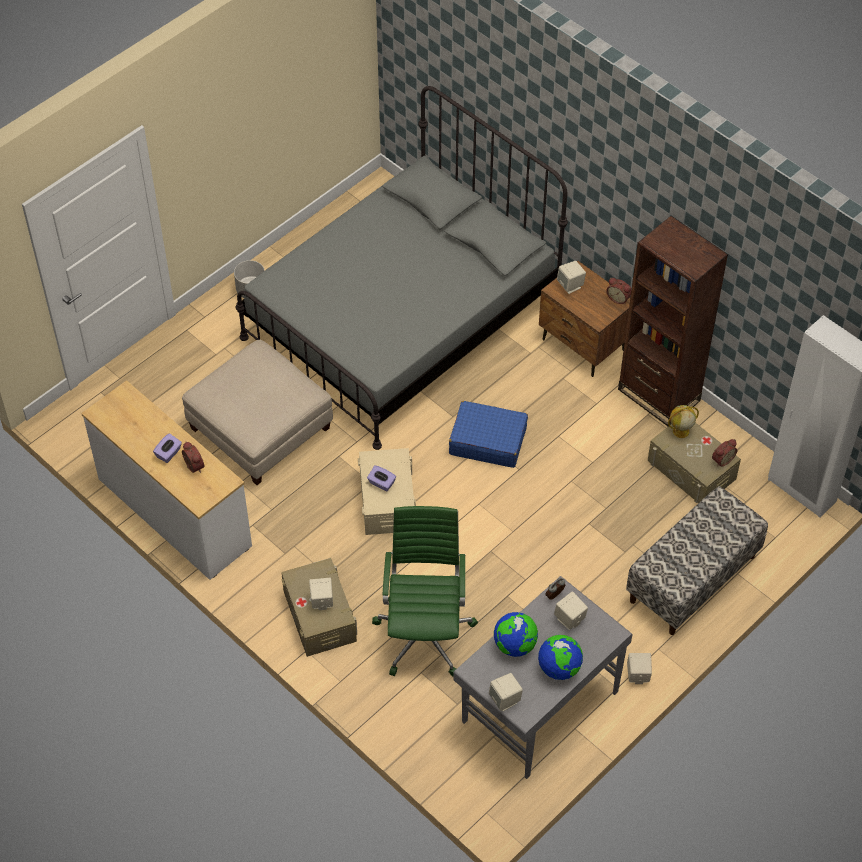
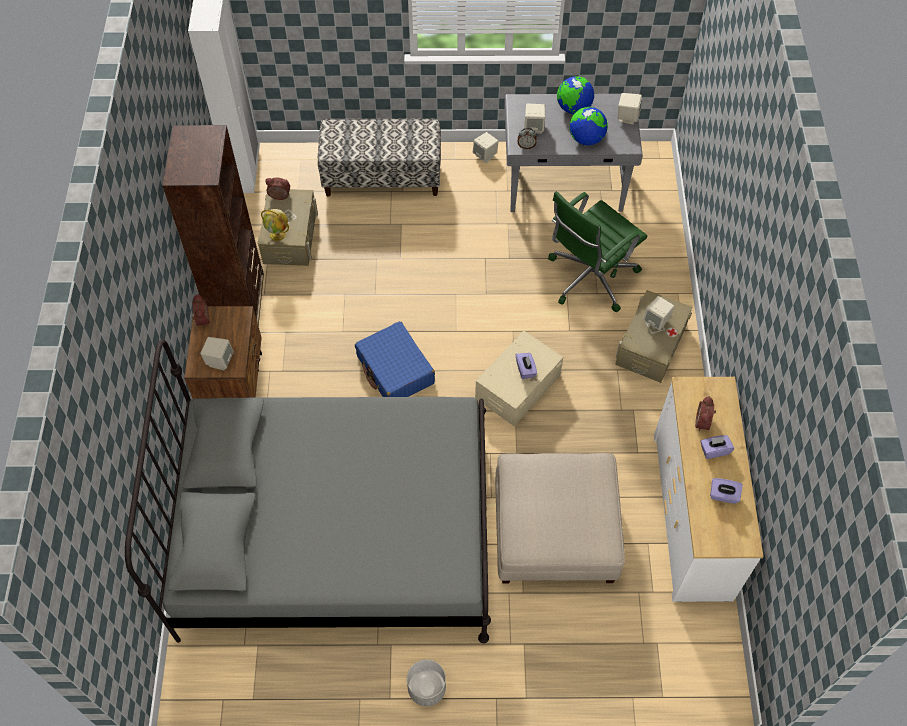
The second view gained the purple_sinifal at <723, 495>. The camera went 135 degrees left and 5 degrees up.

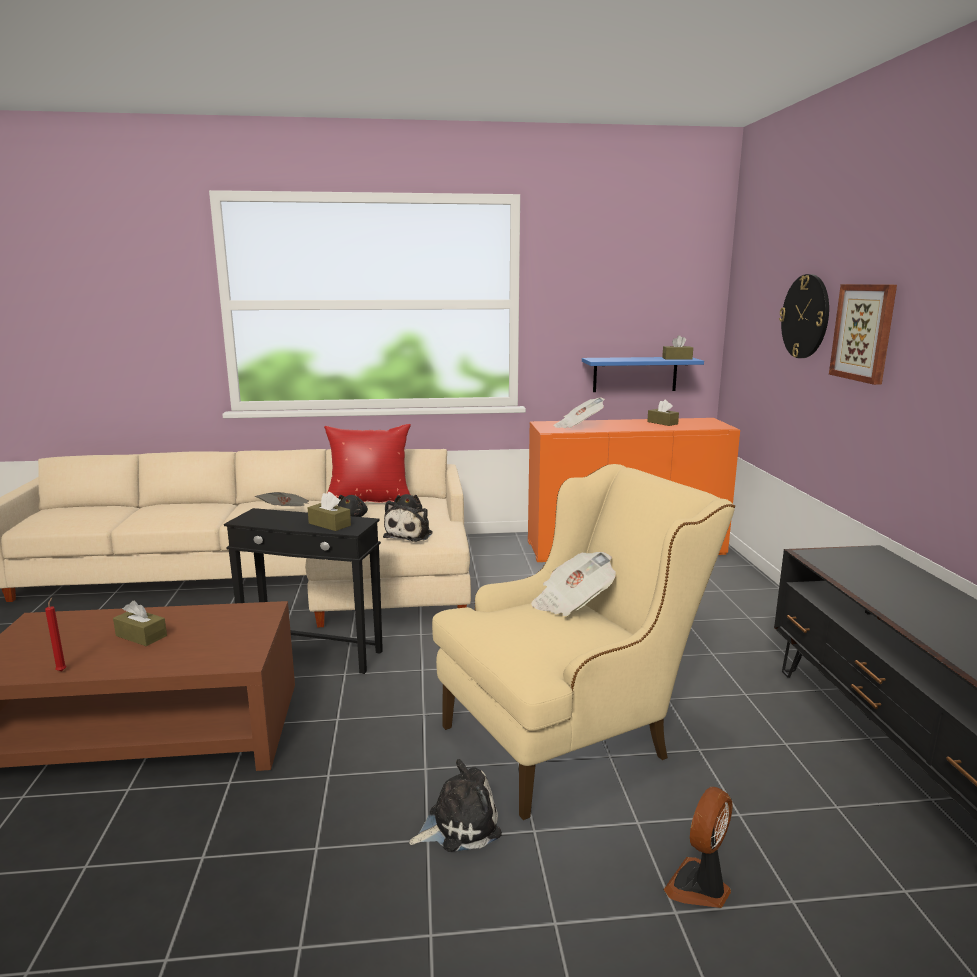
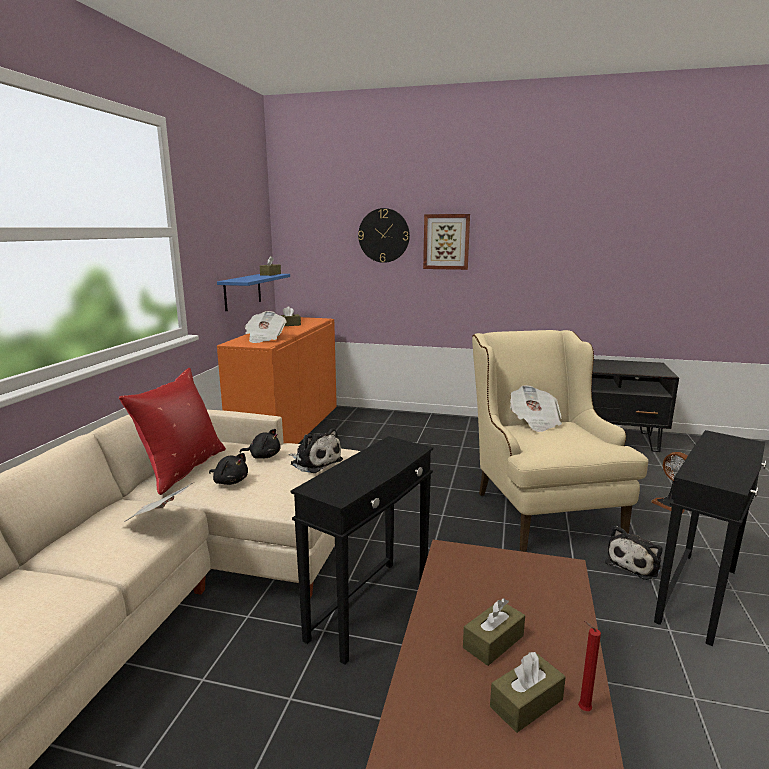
The brown_sinifal ended up elsewhere, having gone from <329, 524> to <526, 703>. The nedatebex at <459, 824> ended up facing another way, 135 degrees counterclockwise from before. The second view gained the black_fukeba at <698, 595>. The camera went 70 degrees left and 0 degrees up.

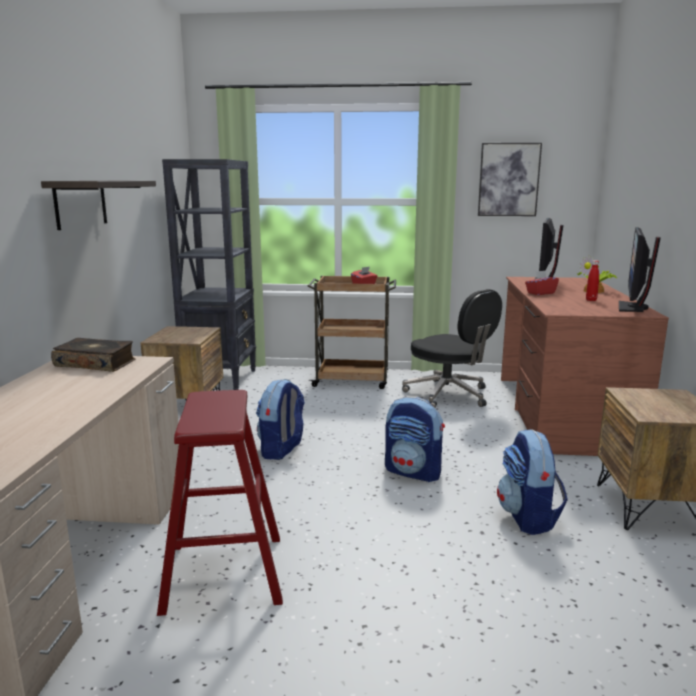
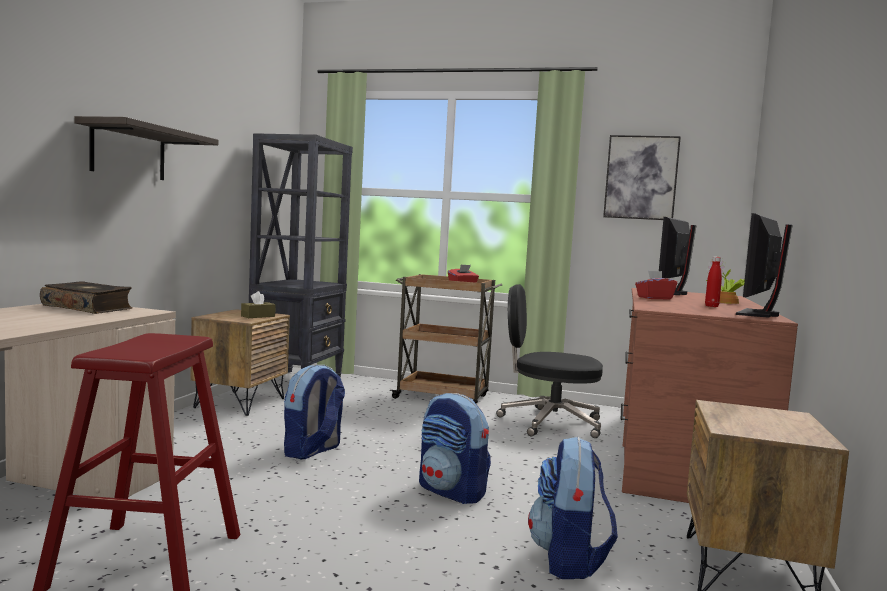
The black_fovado at <449, 395> ended up facing another way, 135 degrees clockwise from before. The second view gained the brown_sinifal at <258, 316>. The camera went 10 degrees right and 10 degrees down.

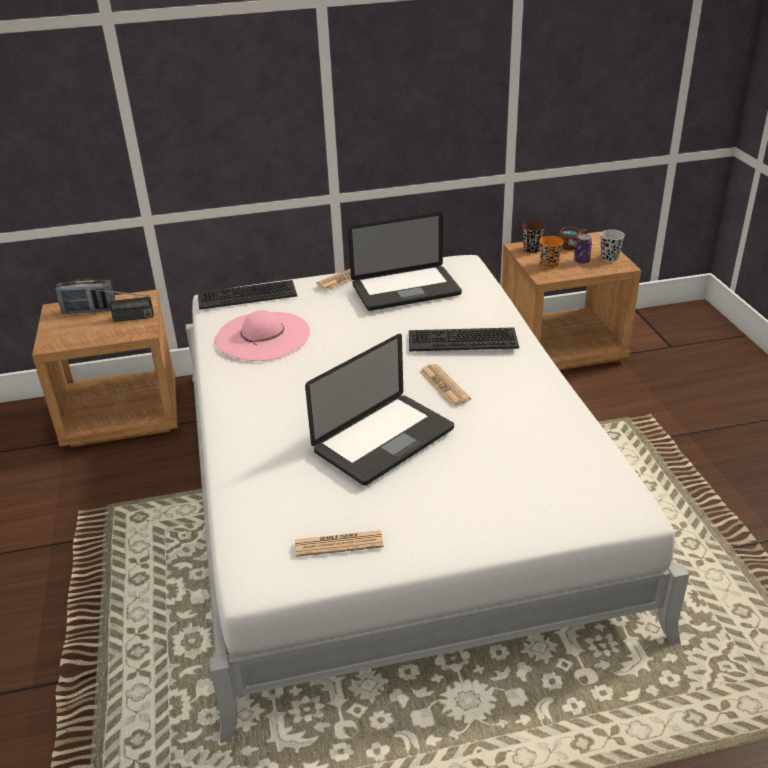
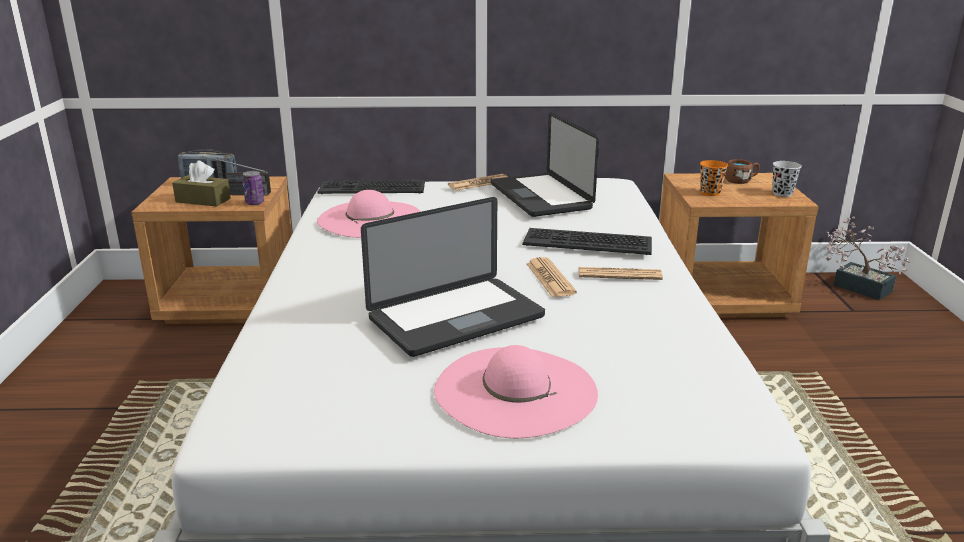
The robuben at <406, 290> ended up facing another way, 75 degrees clockwise from before. The second view lost the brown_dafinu at <532, 249>. The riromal ended up elsewhere, having gone from <581, 261> to <254, 203>. The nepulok ended up elsewhere, having gone from <339, 544> to <619, 274>. The second view gained the brown_sinifal at <203, 200>. The second view gained the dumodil at <856, 286>. The second view gained the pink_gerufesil at <515, 390>. The camera went 10 degrees right and 10 degrees down.

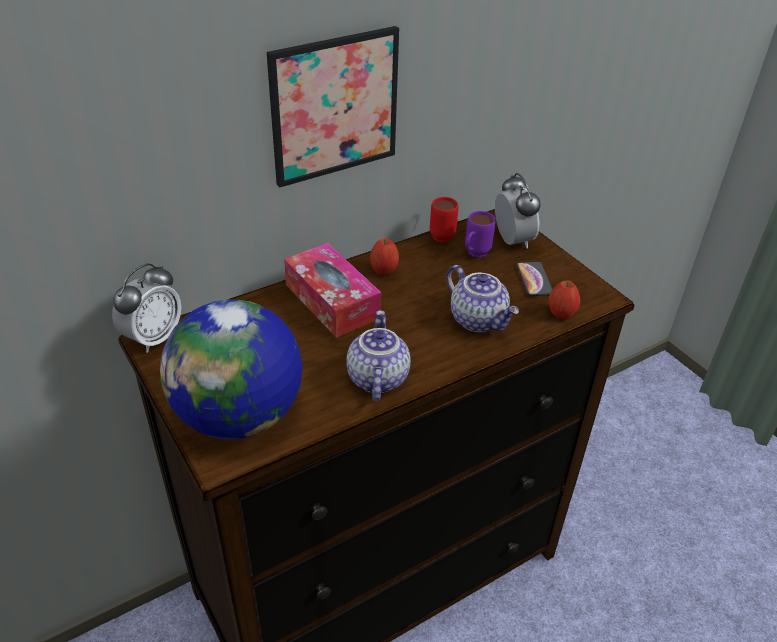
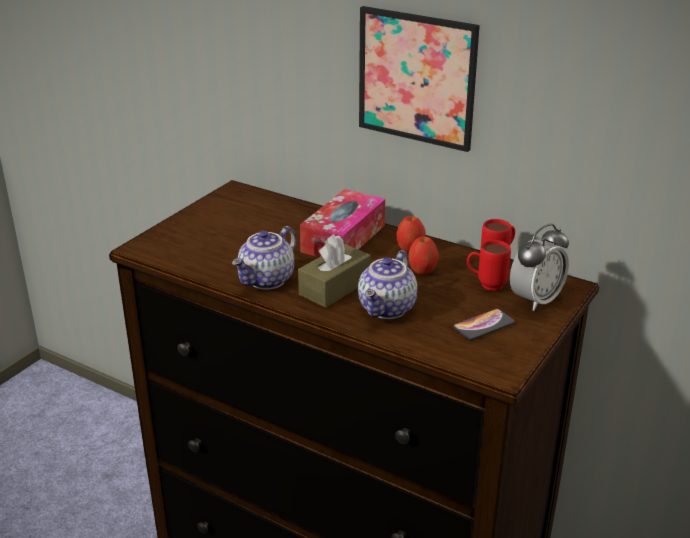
What was the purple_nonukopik at <474, 255> turned into the red_nonukopik at <486, 285>. The second view lost the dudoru at <153, 338>. The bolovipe ended up elsewhere, having gone from <561, 313> to <422, 270>. The second view lost the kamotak at <239, 416>. The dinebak at <376, 378> ended up facing another way, 150 degrees clockwise from before. The second view gained the brown_sinifal at <335, 287>. The camera went 65 degrees right and 10 degrees down.

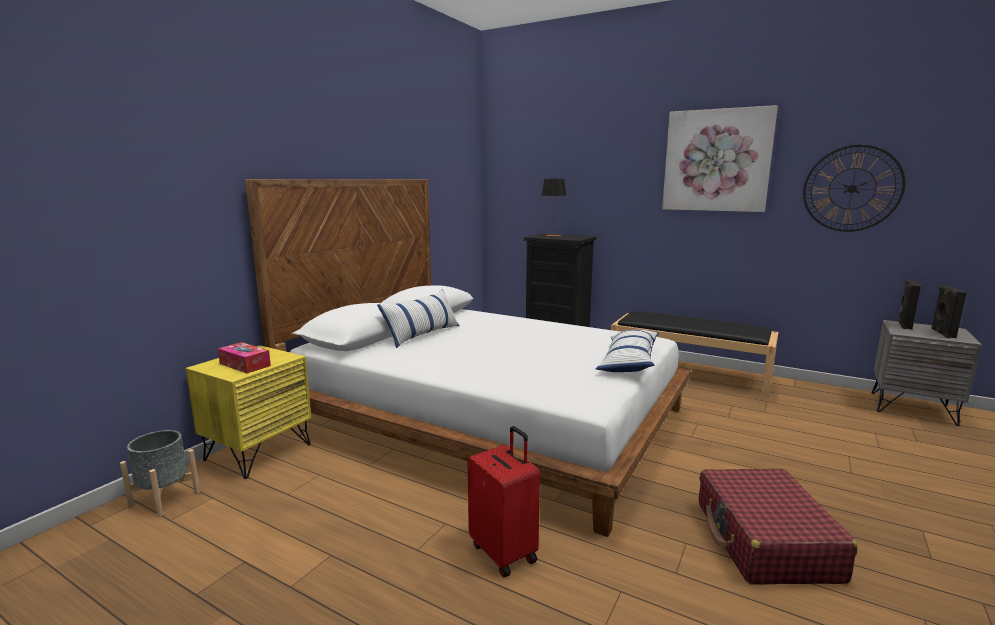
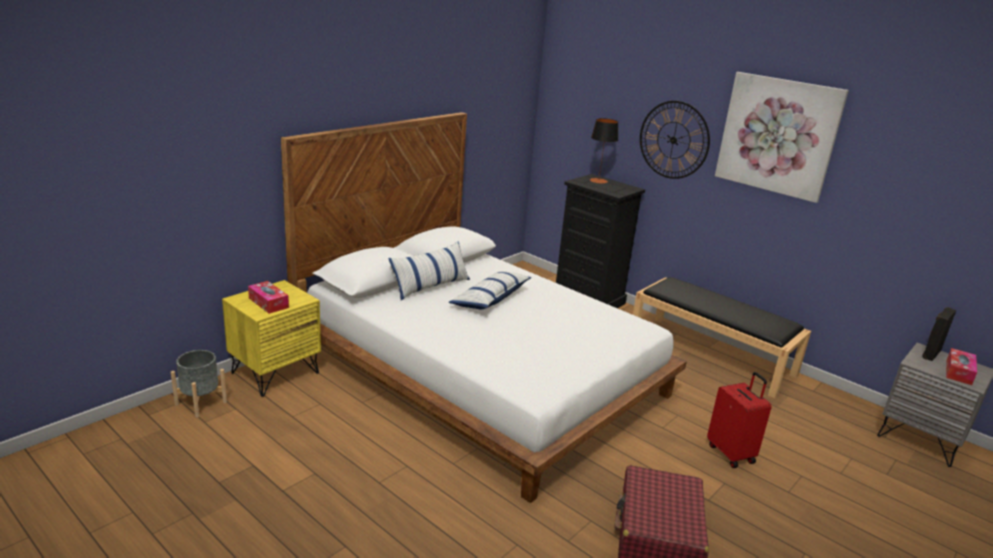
The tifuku ended up elsewhere, having gone from <852, 188> to <673, 140>. Where the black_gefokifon stood at <942, 333>, the sinifal came to stand at <958, 372>. The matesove ended up elsewhere, having gone from <629, 362> to <490, 299>. The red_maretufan ended up elsewhere, having gone from <504, 552> to <731, 453>. The camera went 10 degrees right and 10 degrees up.

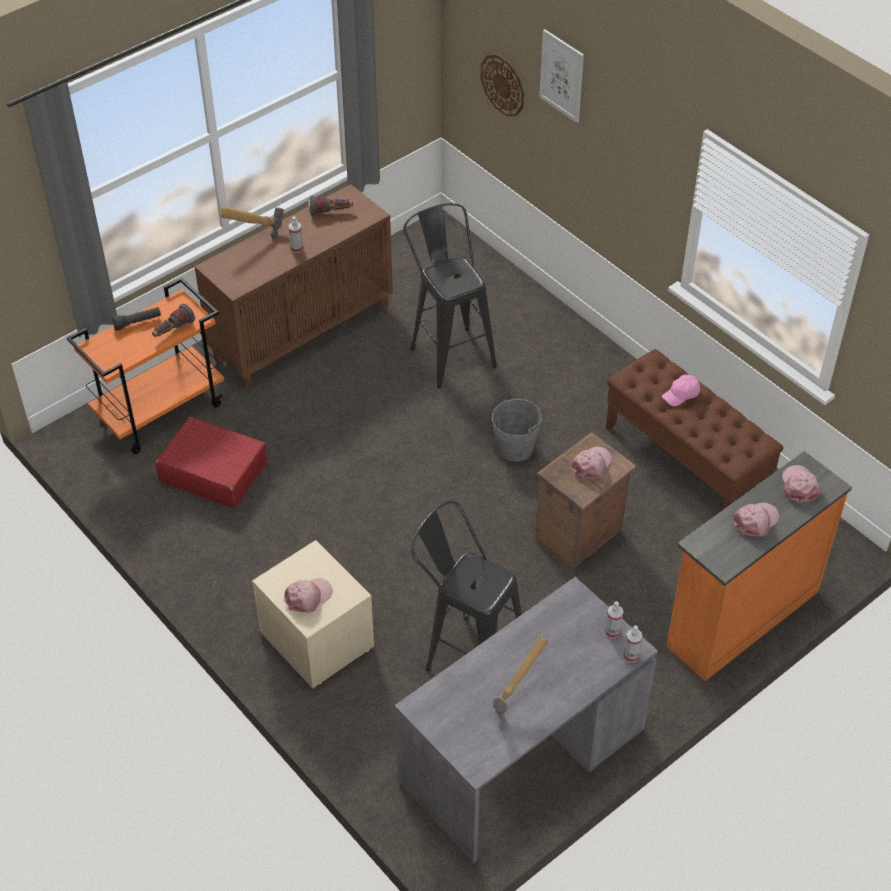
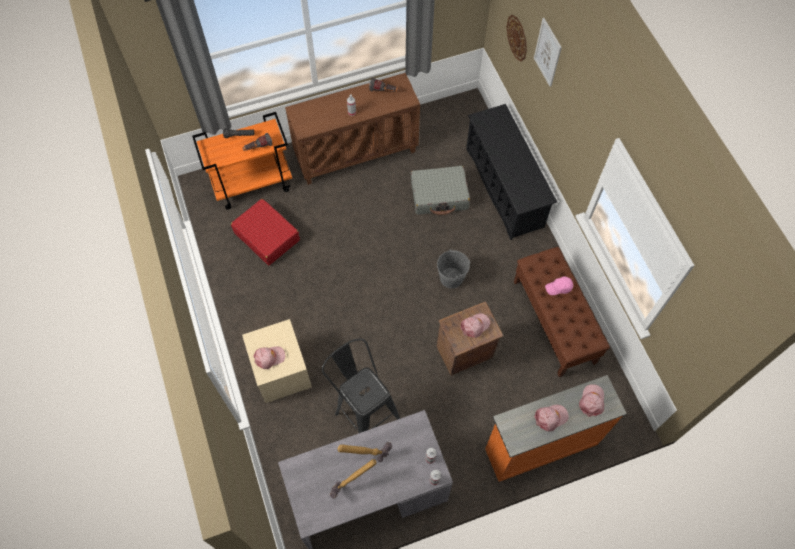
Where the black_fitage stood at <449, 351>, the grey_maretufan came to stand at <439, 195>. The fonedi ended up elsewhere, having gone from <255, 236> to <366, 453>. The second view gained the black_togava at <504, 187>. The camera went 20 degrees right and 15 degrees up.

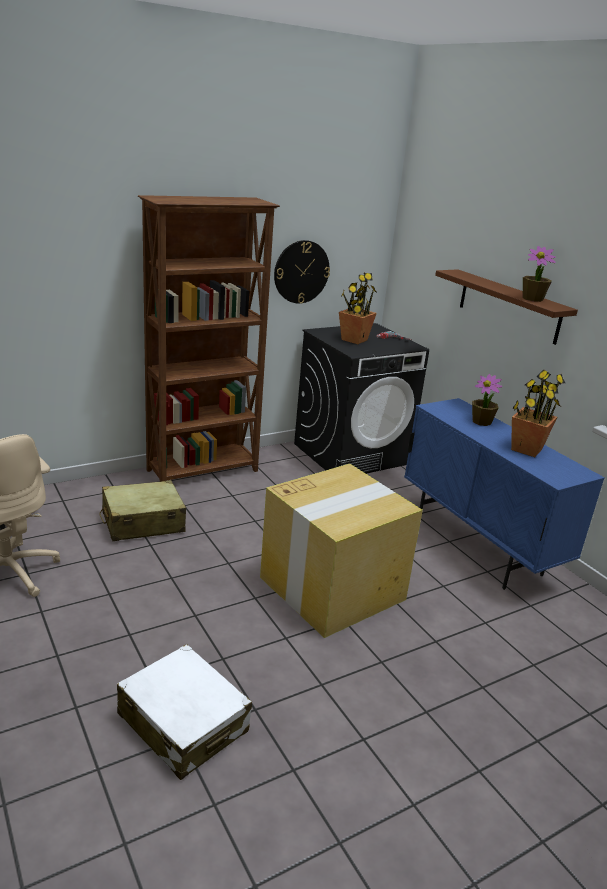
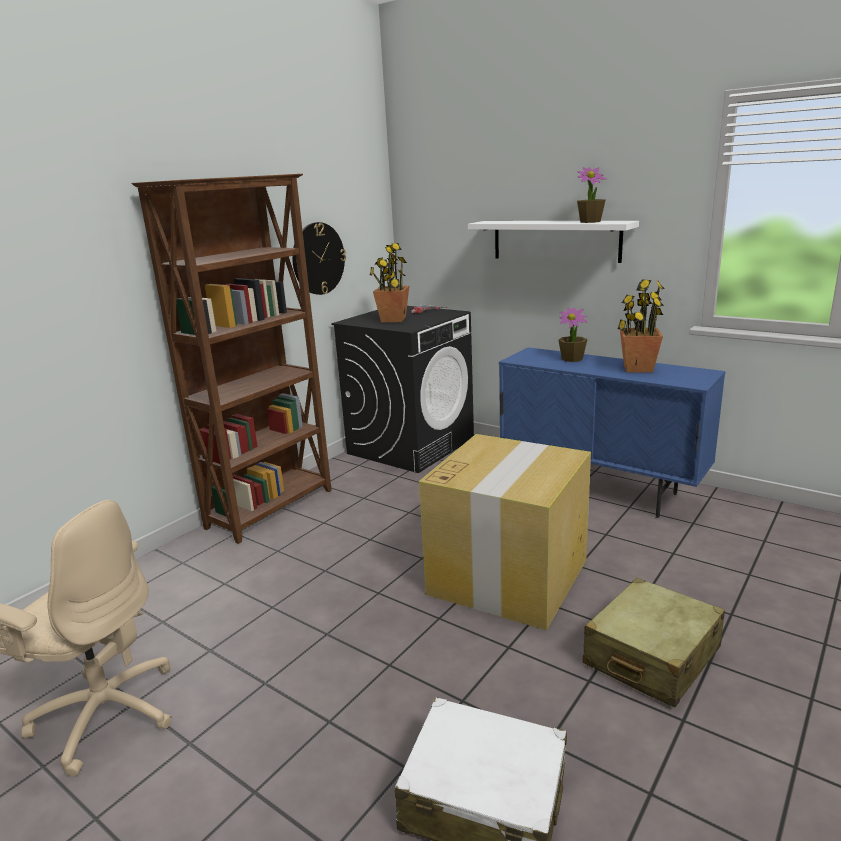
What was the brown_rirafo at <508, 306> turned into the white_rirafo at <555, 240>. The beige_maretufan ended up elsewhere, having gone from <142, 522> to <651, 656>. The camera went 20 degrees left and 5 degrees down.

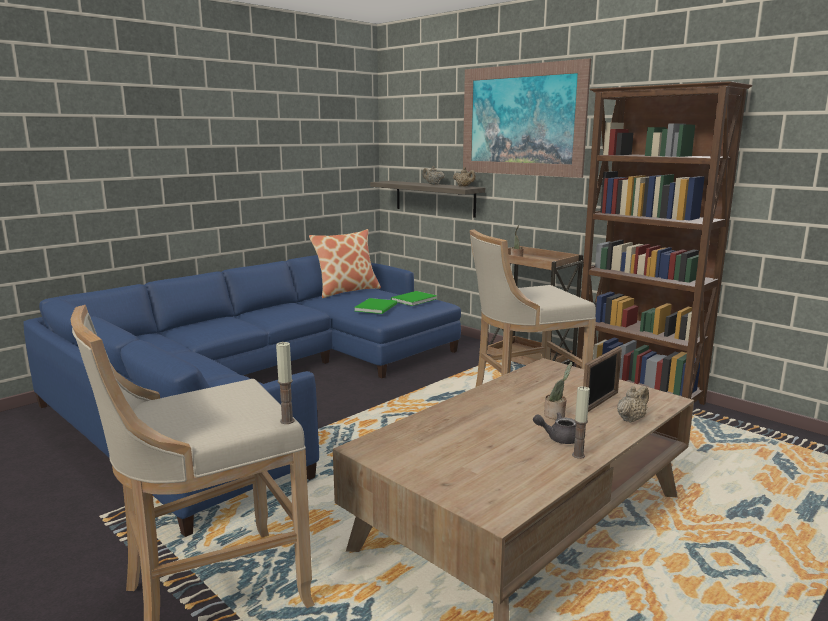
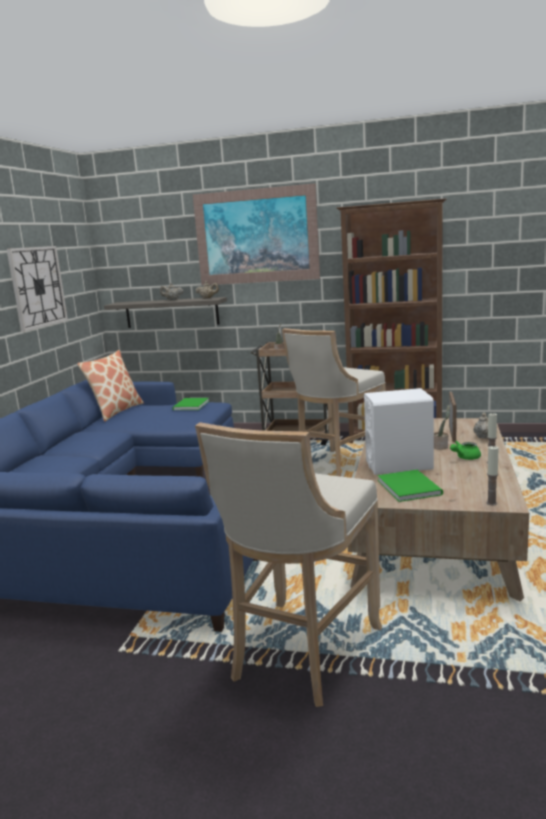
The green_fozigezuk ended up elsewhere, having gone from <377, 307> to <409, 486>. The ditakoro ended up elsewhere, having gone from <287, 421> to <491, 503>. What was the grey_dinebak at <558, 438> turned into the green_dinebak at <465, 457>. The second view gained the tifuku at <38, 287>. The second view gained the white_gefokifon at <399, 465>. The camera went 30 degrees left and 0 degrees up.

